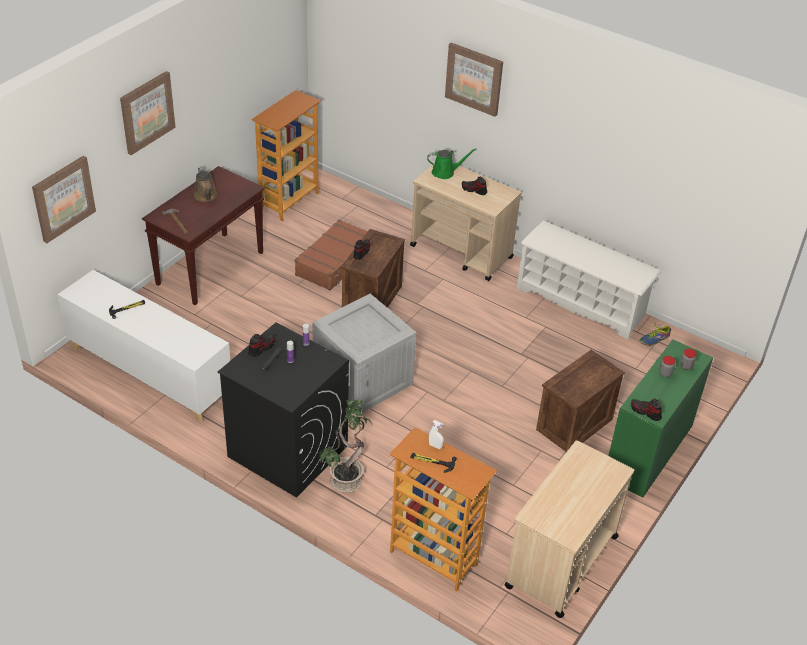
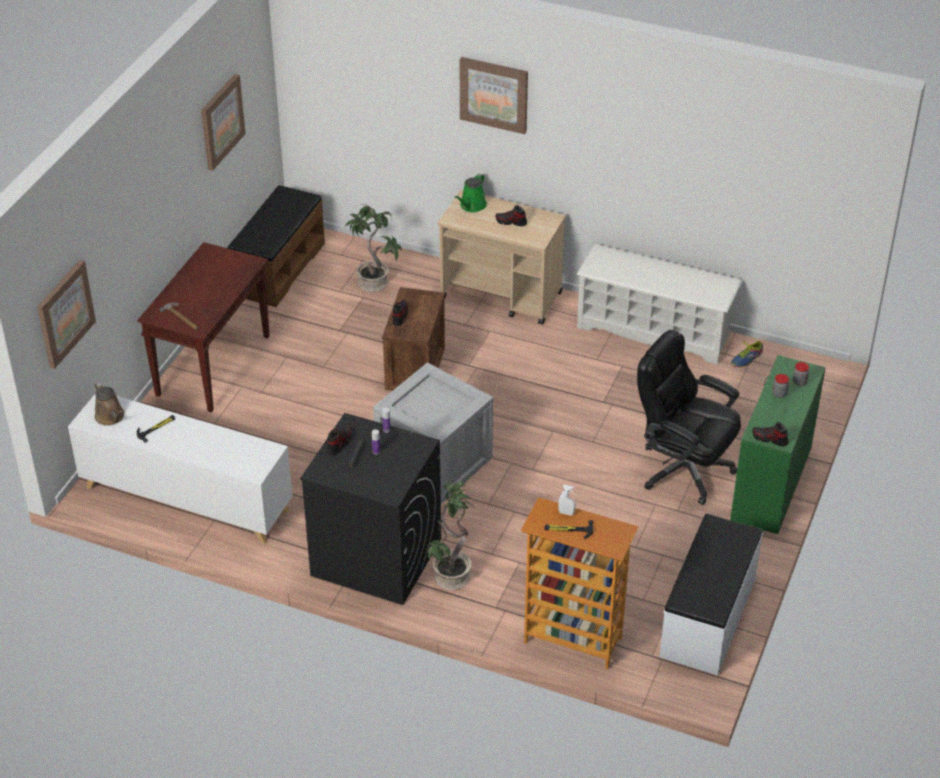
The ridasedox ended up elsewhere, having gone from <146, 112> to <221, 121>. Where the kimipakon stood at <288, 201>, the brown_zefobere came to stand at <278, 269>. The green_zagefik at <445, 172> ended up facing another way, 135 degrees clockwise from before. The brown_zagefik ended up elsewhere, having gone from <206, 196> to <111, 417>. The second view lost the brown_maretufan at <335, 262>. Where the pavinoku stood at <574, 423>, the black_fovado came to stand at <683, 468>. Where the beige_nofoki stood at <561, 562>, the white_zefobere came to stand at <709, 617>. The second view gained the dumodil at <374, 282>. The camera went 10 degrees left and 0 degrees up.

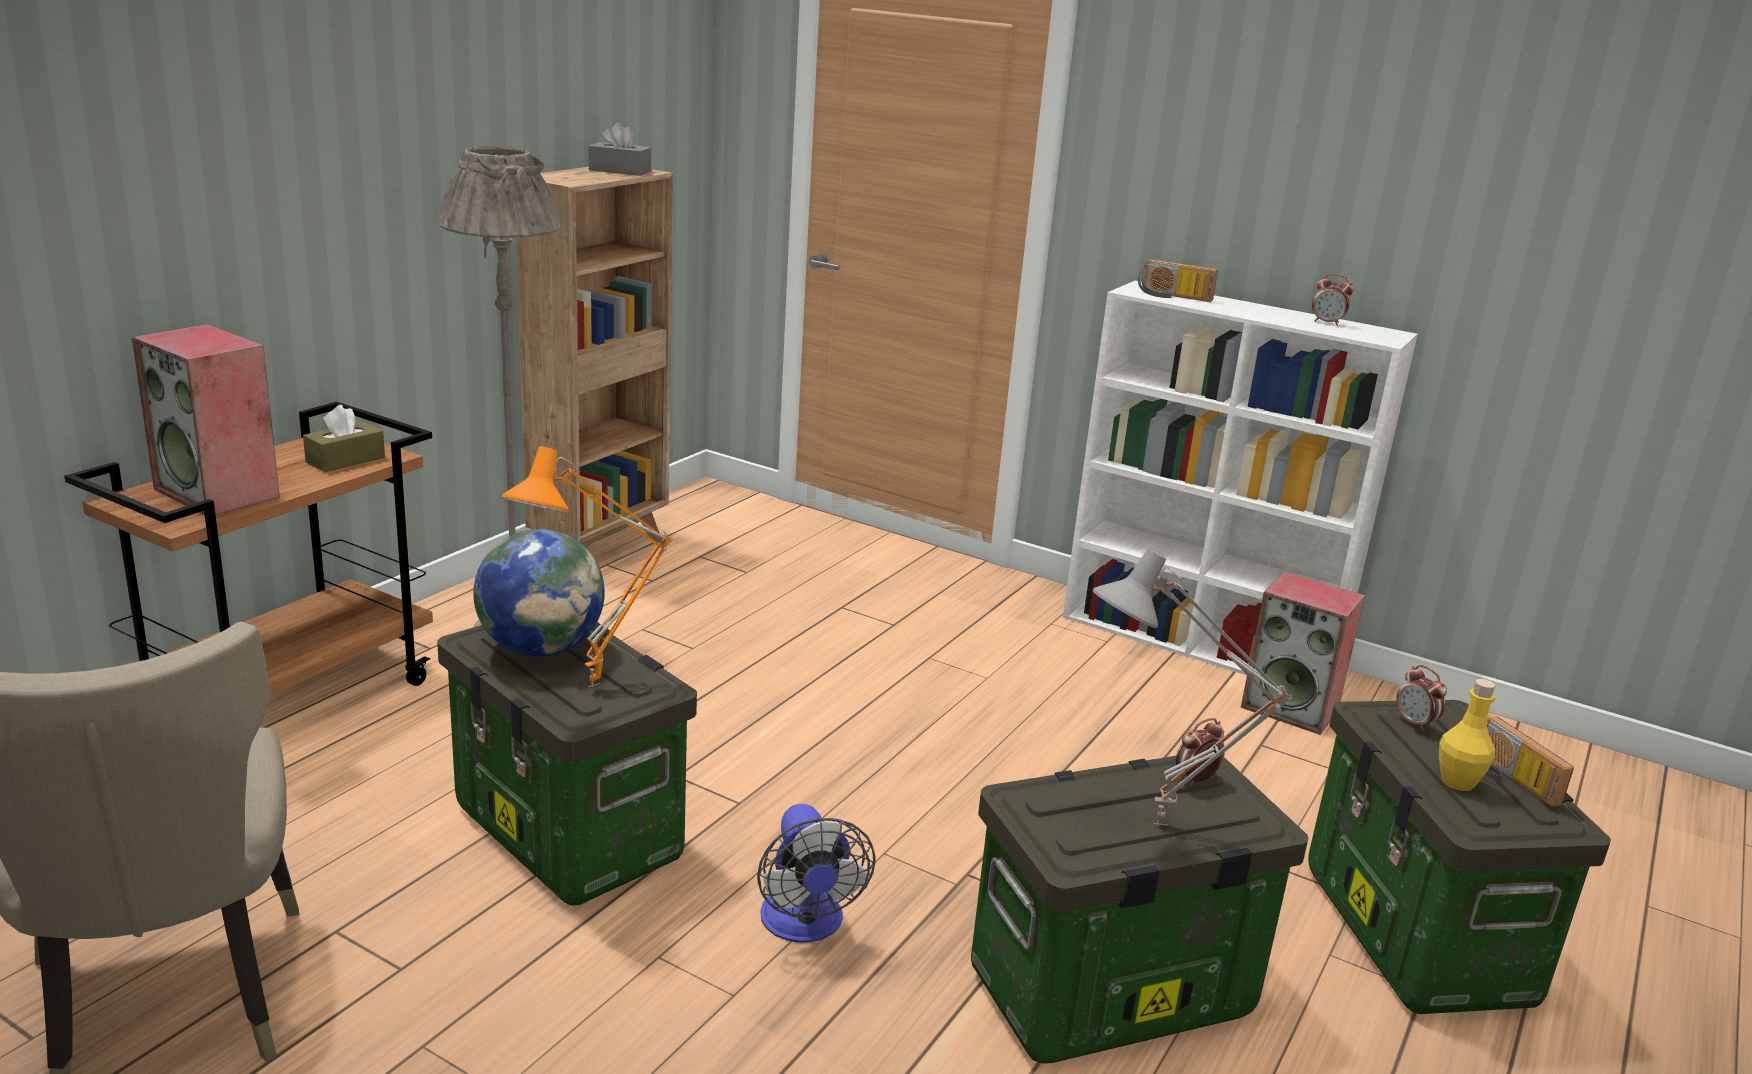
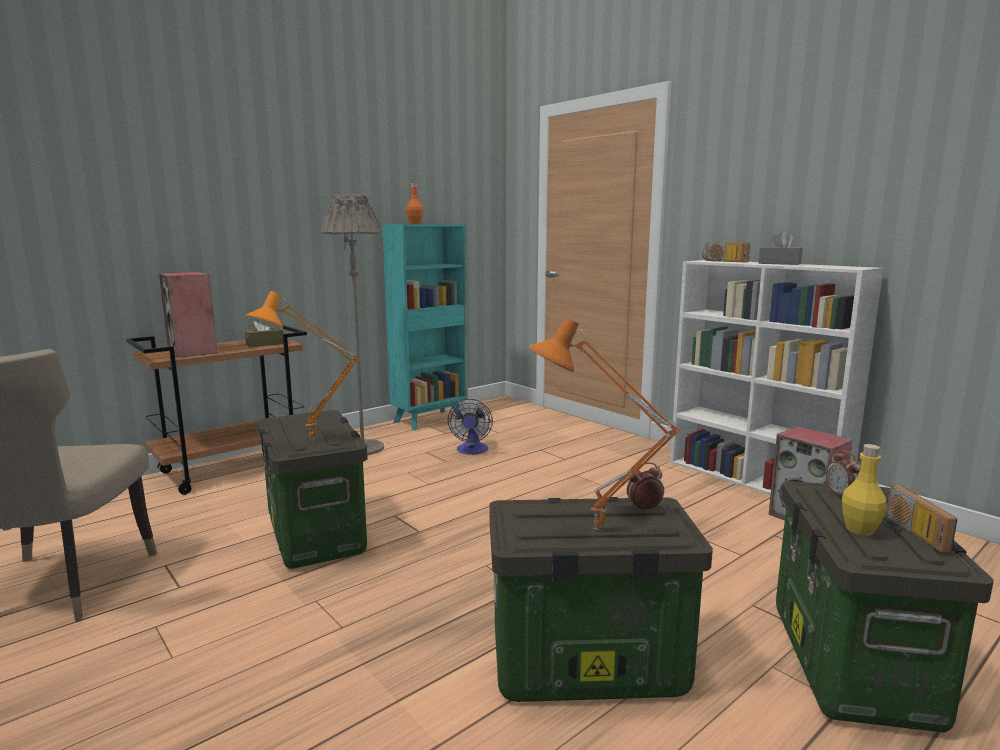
The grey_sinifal ended up elsewhere, having gone from <620, 171> to <779, 263>. What was the brown_kimipakon at <601, 549> turned into the turquoise_kimipakon at <430, 419>. The second view lost the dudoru at <1327, 323>. The second view lost the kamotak at <541, 648>. What was the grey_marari at <1161, 828> turned into the orange_marari at <596, 531>. The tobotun ended up elsewhere, having gone from <805, 925> to <472, 451>. The second view gained the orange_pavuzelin at <415, 223>. The camera went 20 degrees right and 10 degrees down.

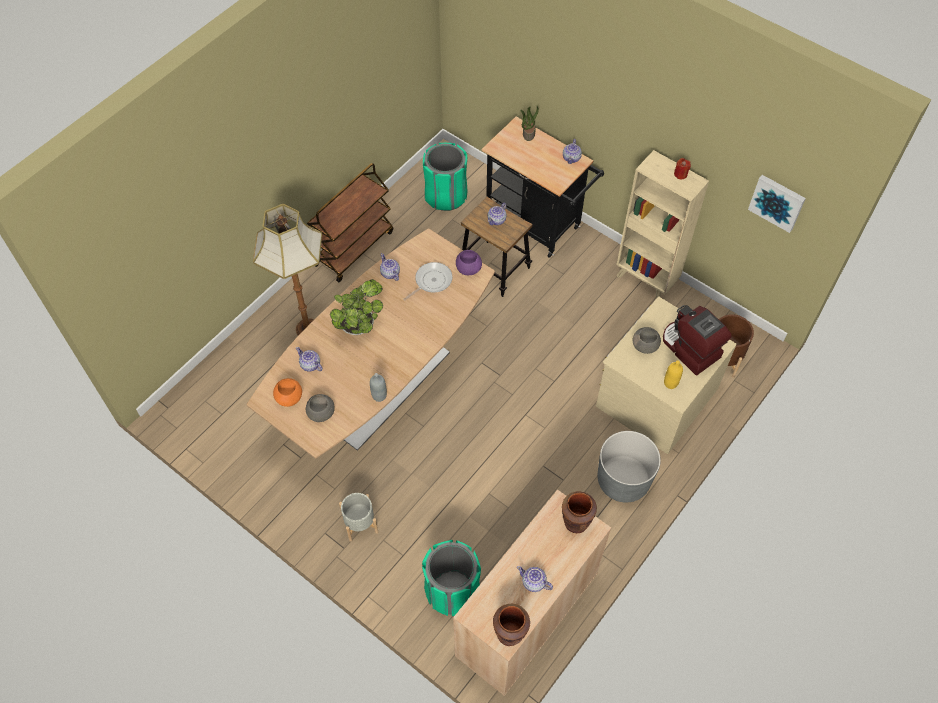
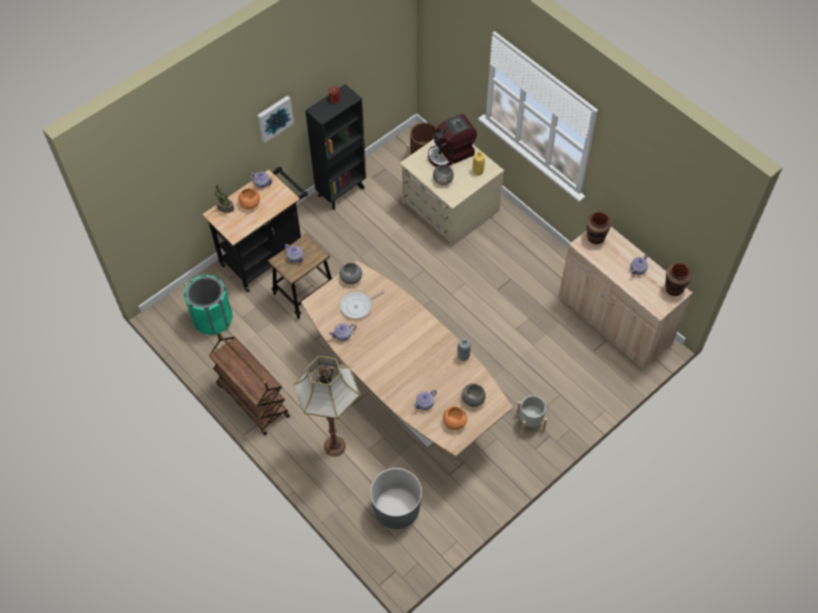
What was the beige_kimipakon at <646, 280> turned into the black_kimipakon at <342, 191>. The ridasedox ended up elsewhere, having gone from <777, 202> to <274, 117>. What was the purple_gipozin at <468, 268> turned into the grey_gipozin at <350, 278>. The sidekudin at <431, 281> ended up facing another way, 90 degrees counterclockwise from before. The second view lost the dumodil at <359, 325>. The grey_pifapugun ended up elsewhere, having gone from <623, 480> to <396, 509>. The second view lost the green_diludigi at <452, 590>. The second view gained the orange_gipozin at <250, 204>. The camera went 80 degrees left and 0 degrees up.

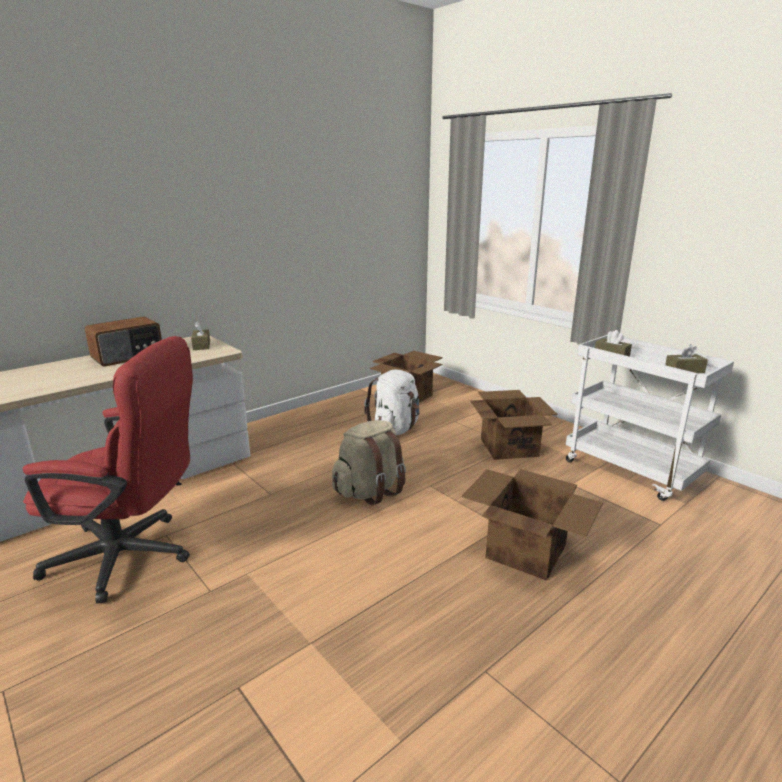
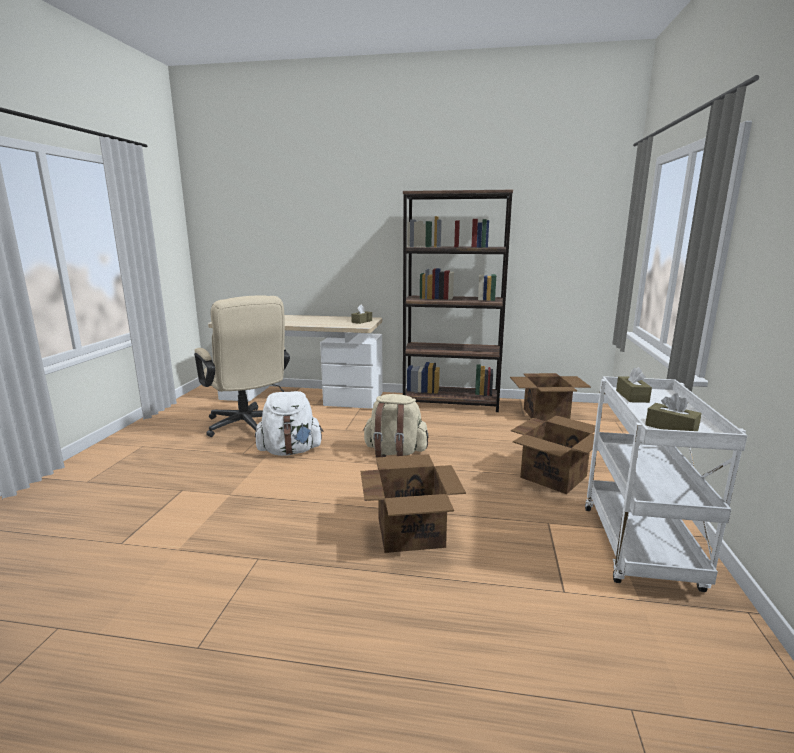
The second view lost the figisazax at <128, 356>. What was the red_fovado at <132, 557> turned into the beige_fovado at <247, 427>. The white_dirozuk ended up elsewhere, having gone from <395, 429> to <290, 451>. The second view gained the brown_kimipakon at <451, 403>. The camera went 50 degrees right and 5 degrees down.

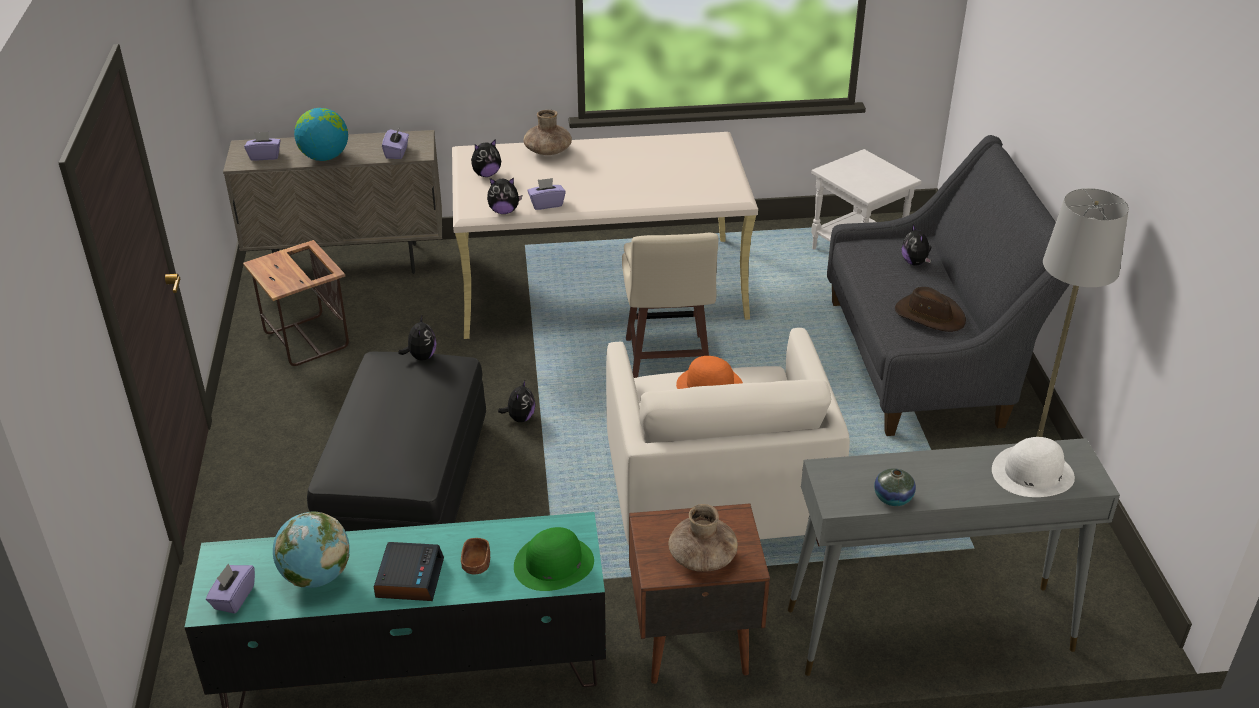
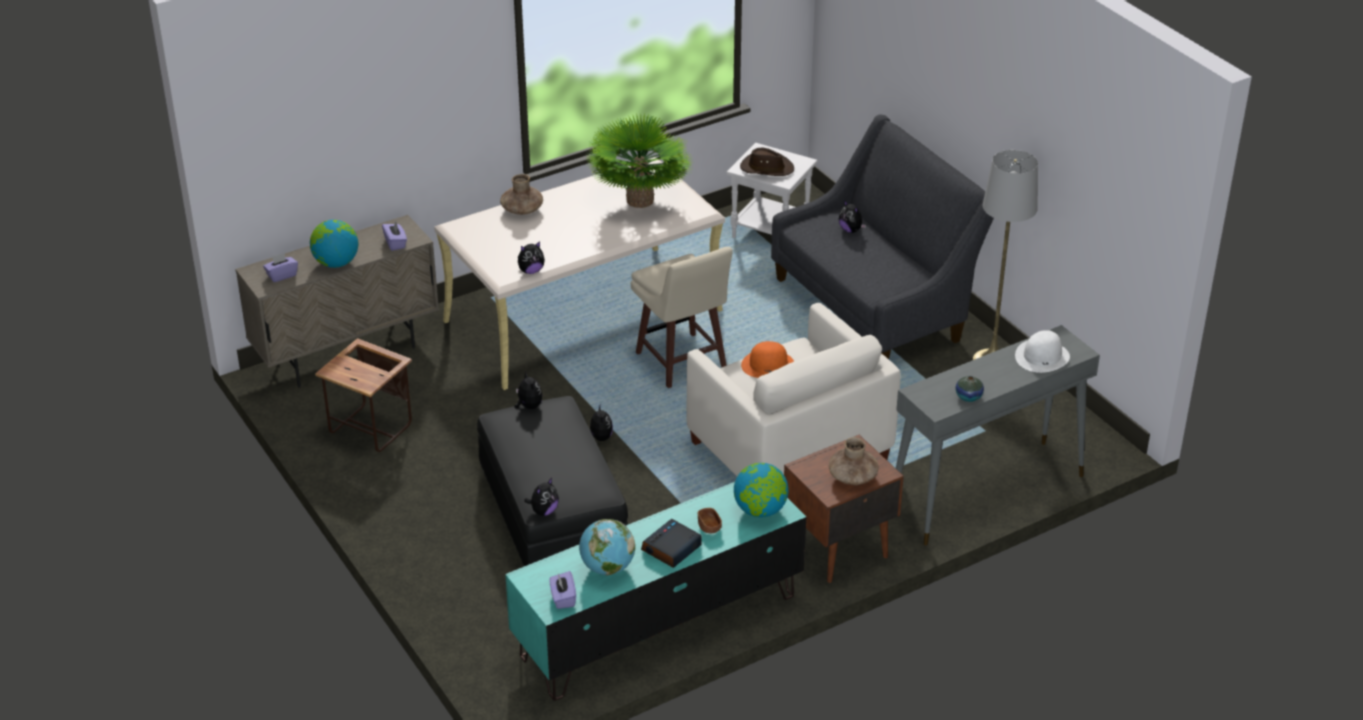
The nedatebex ended up elsewhere, having gone from <486, 174> to <544, 511>. The second view lost the purple_sinifal at <546, 204>. The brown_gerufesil ended up elsewhere, having gone from <929, 315> to <766, 168>. Where the green_gerufesil stood at <553, 564>, the kamotak came to stand at <760, 510>. The dudoru at <409, 577> ended up facing another way, 120 degrees counterclockwise from before. The second view gained the dumodil at <640, 200>. The camera went 25 degrees left and 0 degrees up.

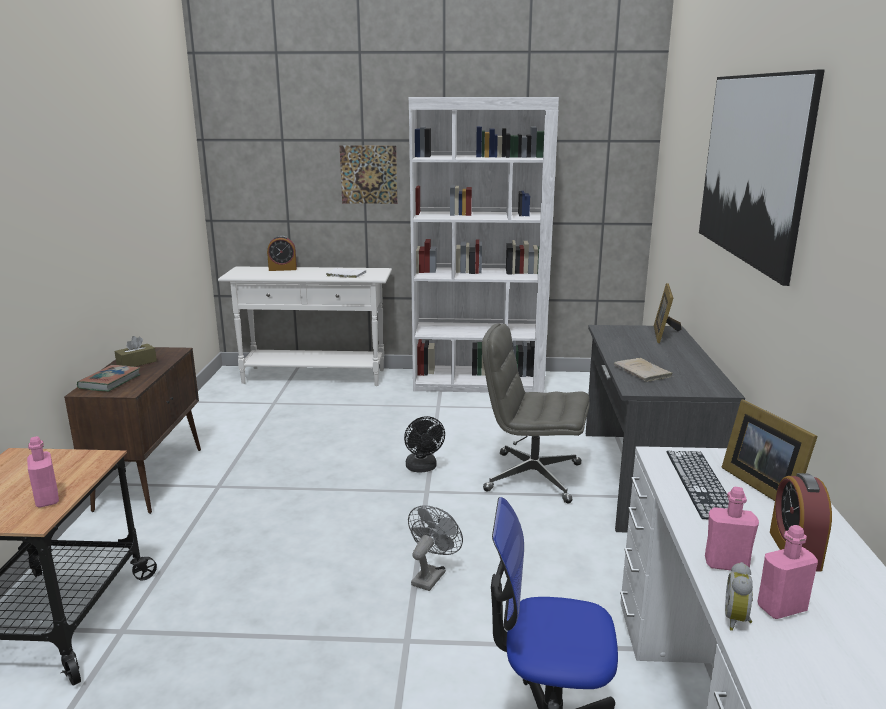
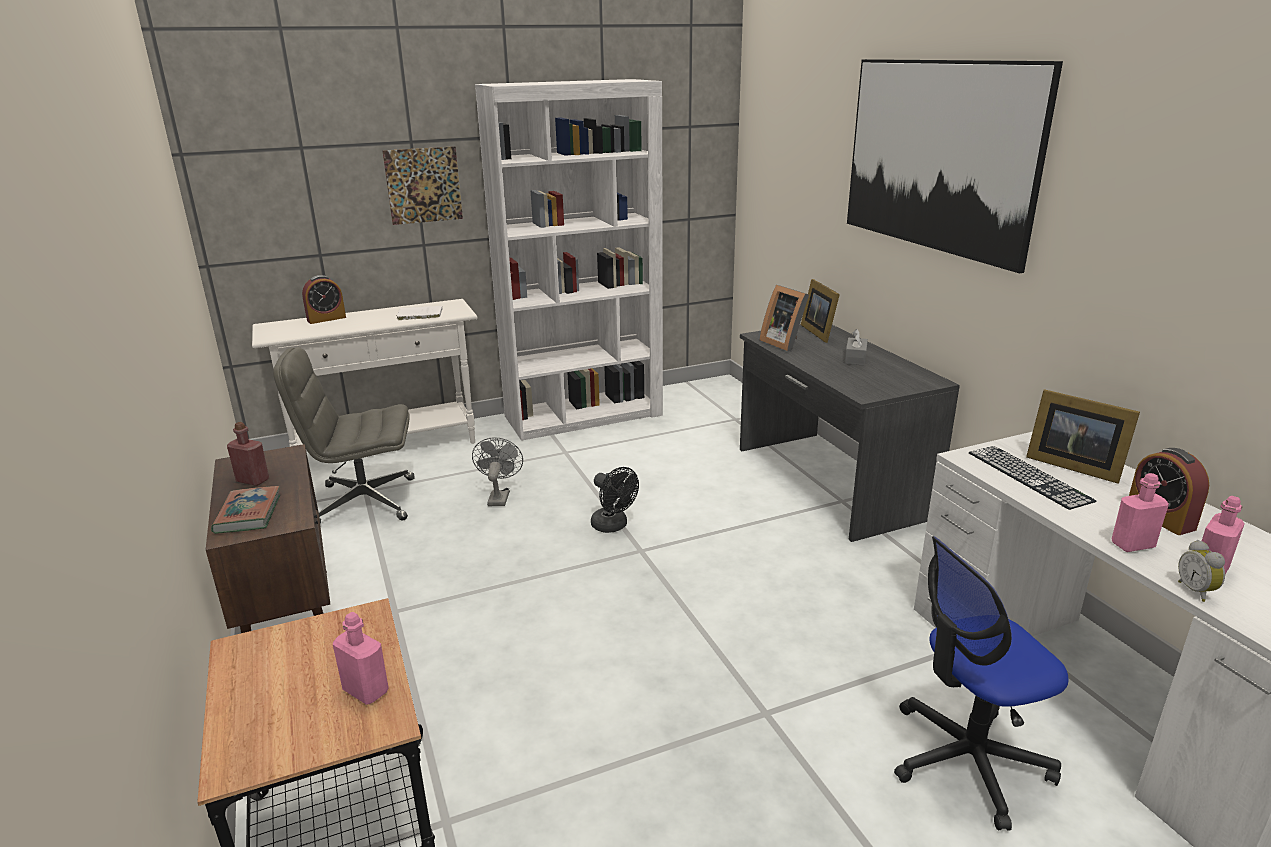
The grey_fovado ended up elsewhere, having gone from <532, 477> to <363, 503>. Where the brown_sinifal stood at <136, 363>, the red_pavuzelin came to stand at <253, 480>. The second view lost the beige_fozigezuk at <643, 372>. The grey_tobotun ended up elsewhere, having gone from <431, 575> to <499, 496>. The second view gained the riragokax at <784, 343>. The second view gained the grey_sinifal at <855, 358>. The camera went 25 degrees left and 5 degrees up.

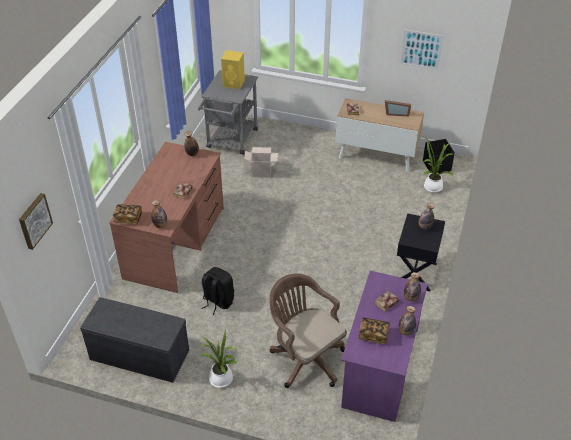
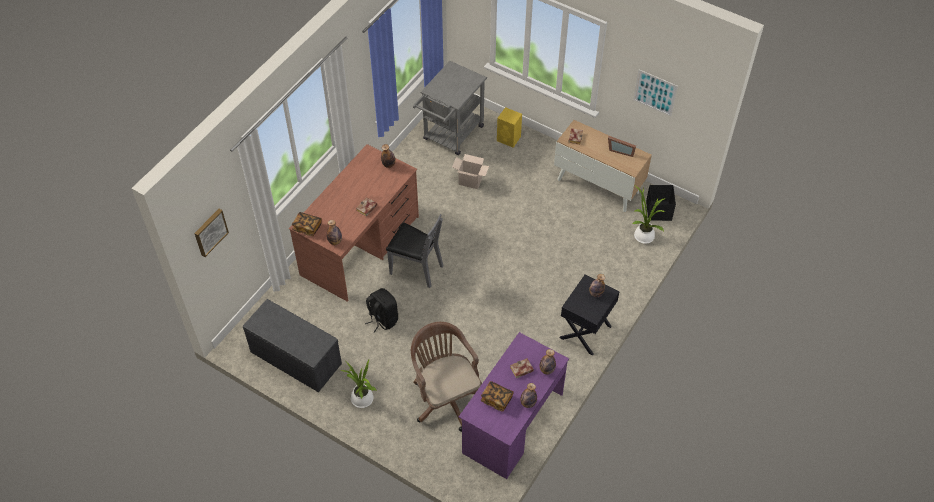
The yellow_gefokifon ended up elsewhere, having gone from <234, 83> to <509, 139>. The second view gained the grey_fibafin at <416, 269>. The camera went 15 degrees right and 10 degrees up.

